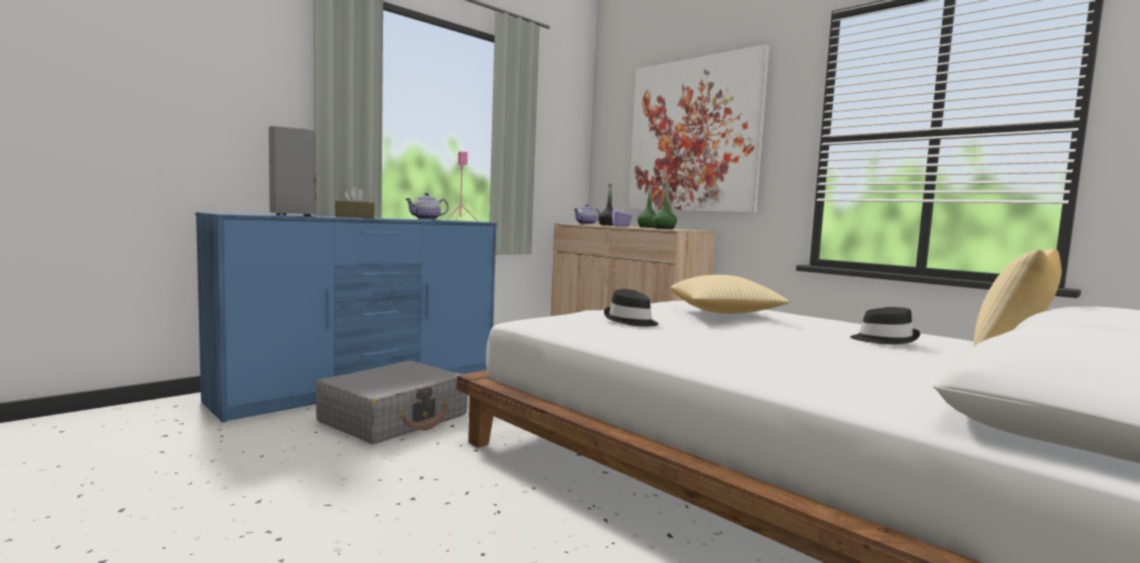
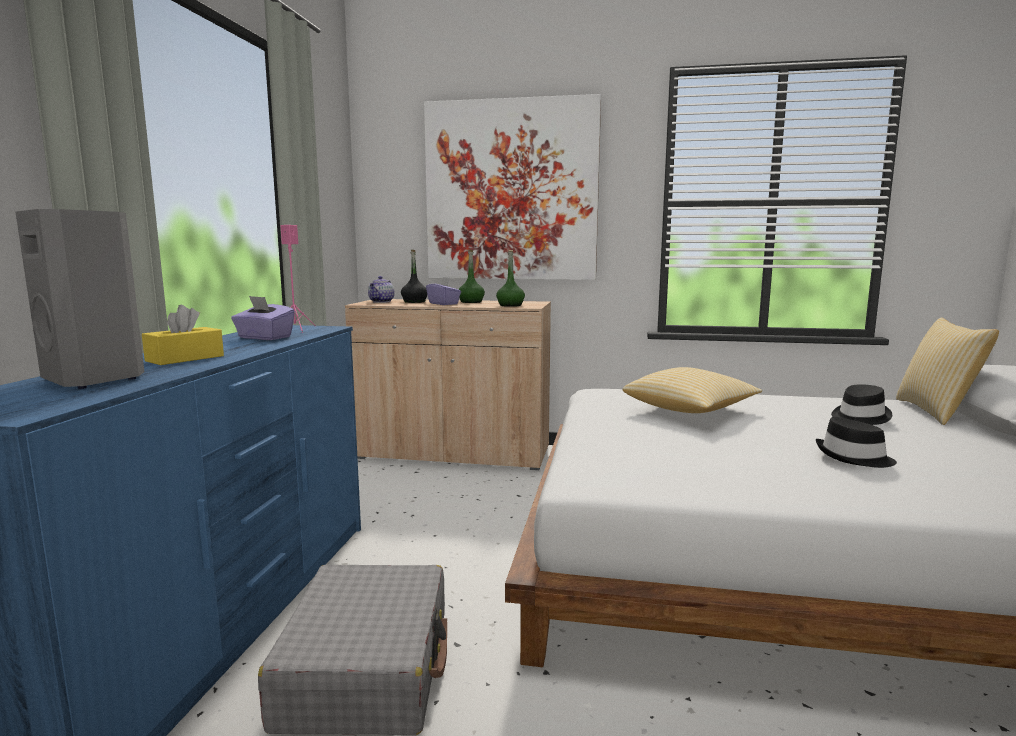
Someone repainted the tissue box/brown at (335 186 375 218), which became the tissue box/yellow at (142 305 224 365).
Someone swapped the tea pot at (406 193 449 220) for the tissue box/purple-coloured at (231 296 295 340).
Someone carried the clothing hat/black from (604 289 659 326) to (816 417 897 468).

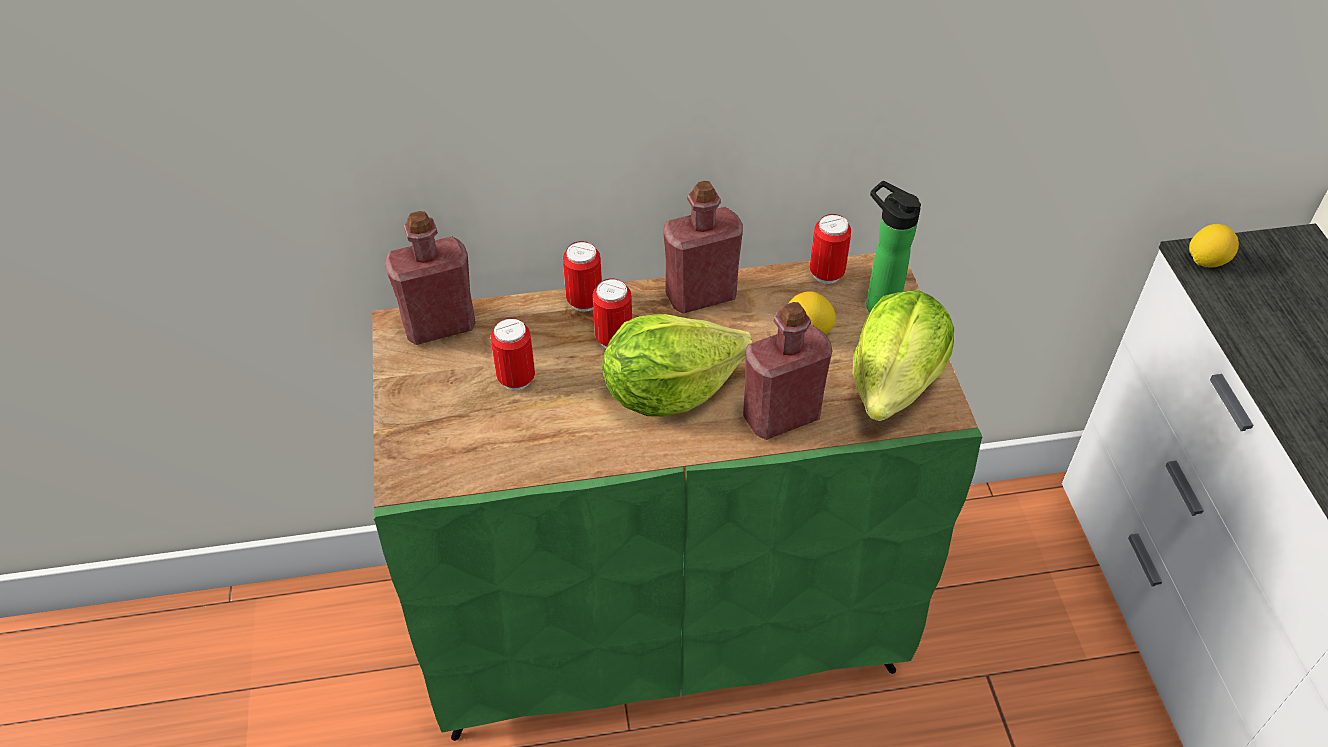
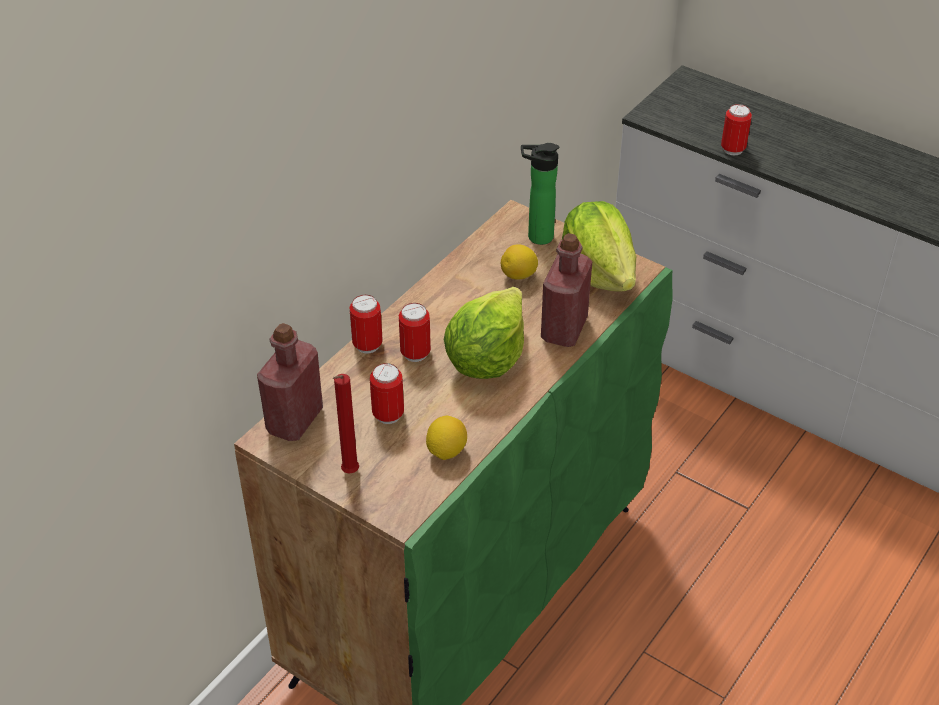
Someone put down the wax light/red-coloured at (333 374 359 474).
Someone carried the whole lemon from (1189 224 1239 267) to (426 416 467 460).
Someone carried the sealed can from (810 214 851 284) to (721 104 752 155).
Someone took away the bottle/red-coloured at (663 181 743 314).

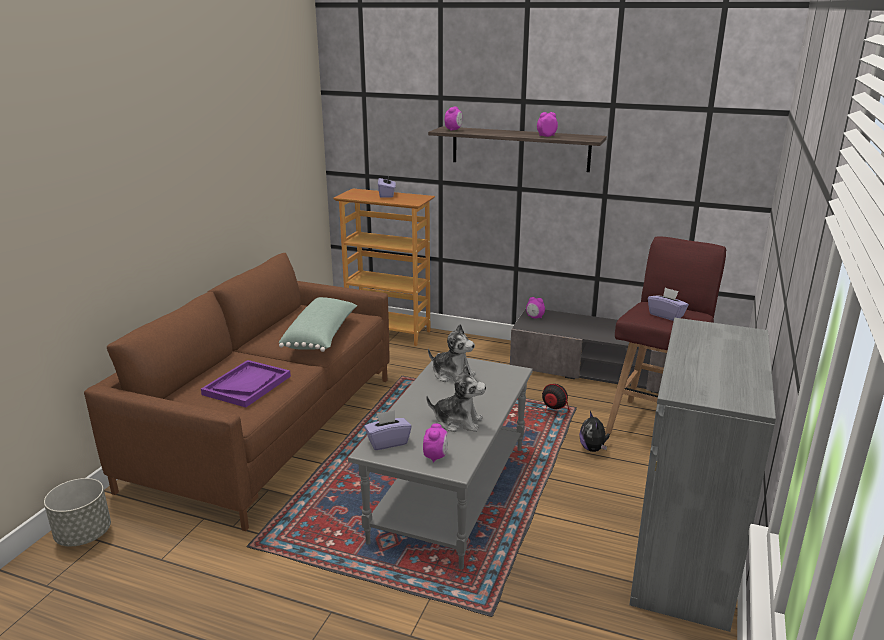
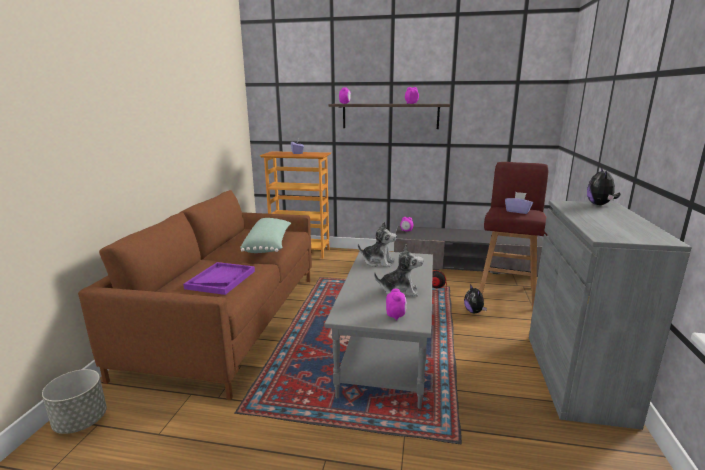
Someone put down the soft toy at (587 167 621 205).
Someone took away the tissue box/purple-coloured at (364 410 412 450).

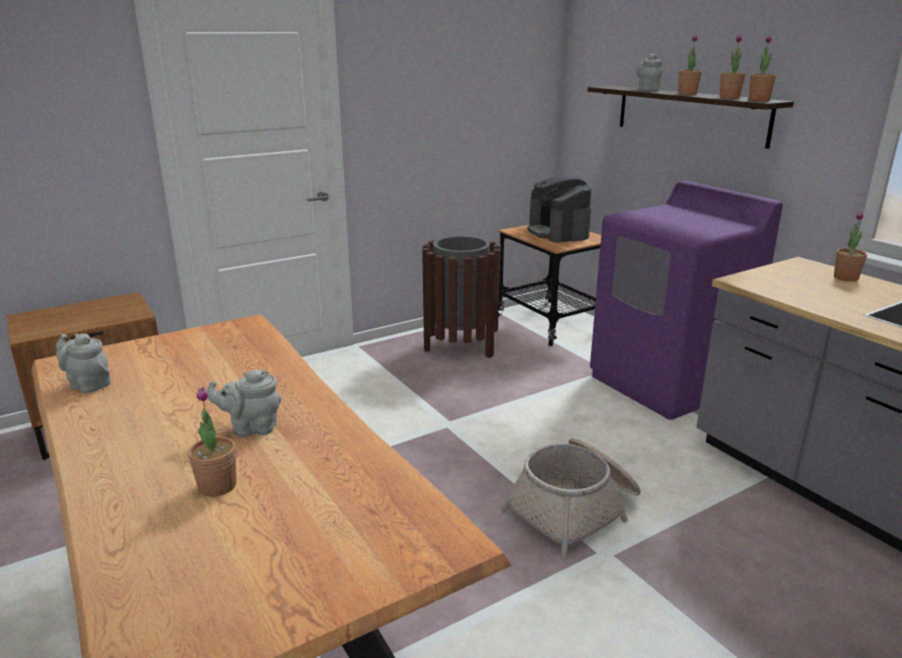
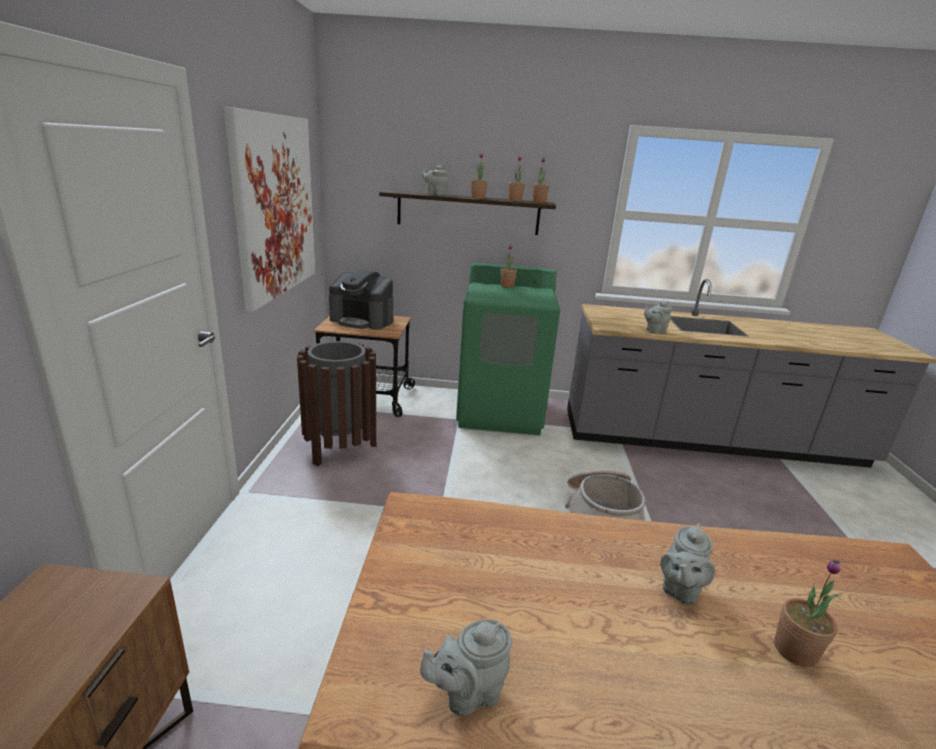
Someone put up the wall picture at (223 107 316 312).
Someone repainted the laundry appliance/purple-coloured at (590 181 783 420), which became the laundry appliance/green at (456 263 560 435).
Someone carried the potted plant from (834 211 867 282) to (501 244 517 287).
Someone put down the tea pot/grey at (644 301 672 334).

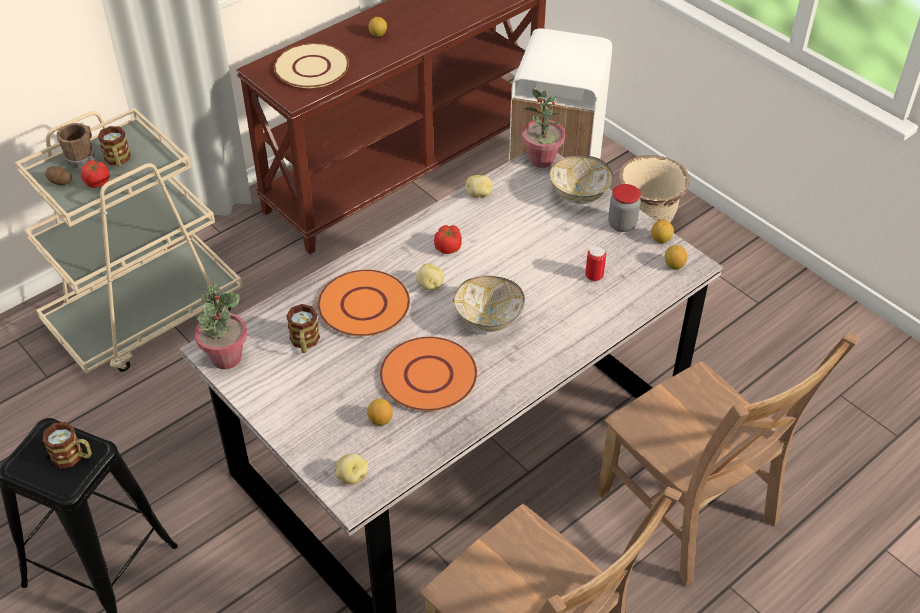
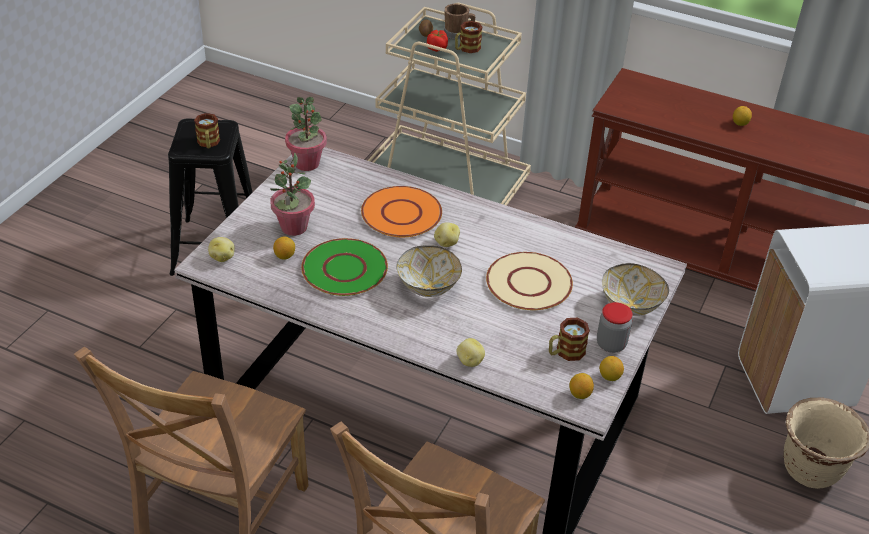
Someone carried the potted plant from (522 89 565 168) to (270 153 315 236).
Someone repainted the dinner plate/orangey at (380 337 477 411), which became the dinner plate/green at (301 238 388 296).
Someone carried the spud from (466 175 493 197) to (457 338 485 367).
Someone carried the dinner plate/sand-coloured from (274 43 349 88) to (486 252 573 310).
Someone carried the coffee mug from (286 304 320 353) to (549 318 590 361).
Someone took away the fresh tomato at (434 225 462 254).
Someone took away the sealed can at (585 245 606 283).

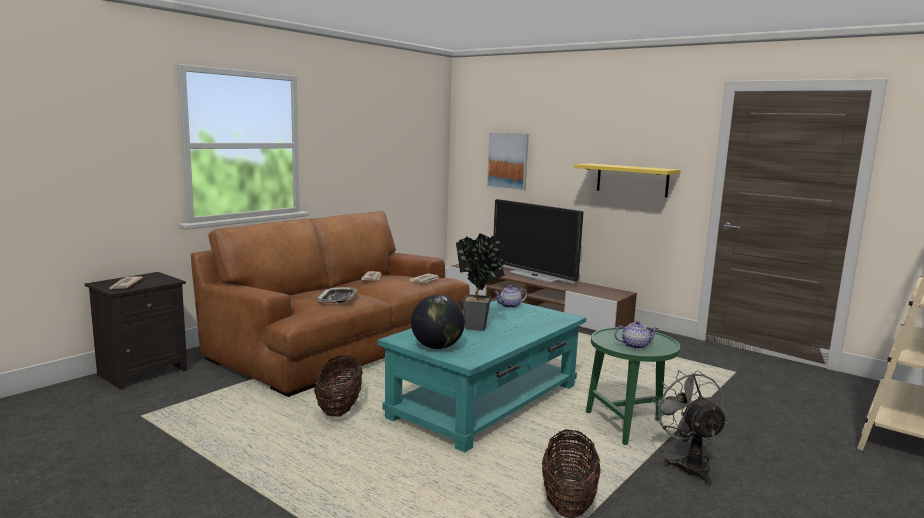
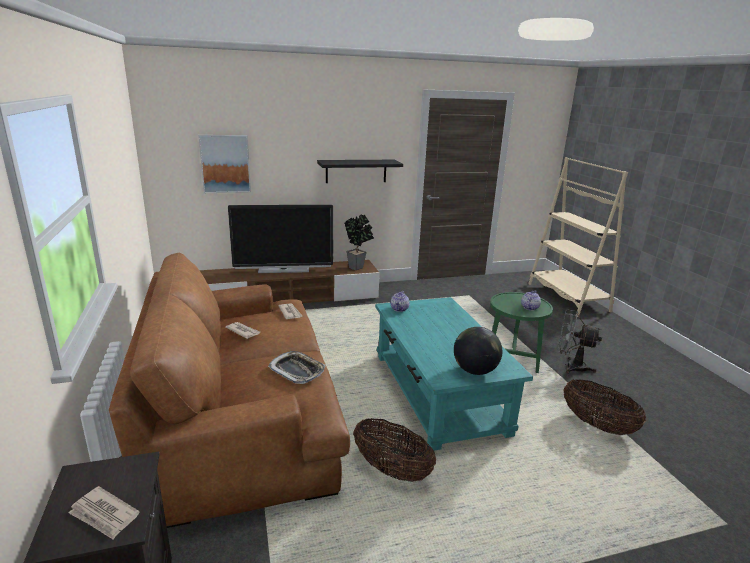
Someone repainted the shelf/yellow at (574 163 681 197), which became the shelf/black at (317 160 403 183).
Someone carried the potted plant from (456 233 505 331) to (344 214 374 270).

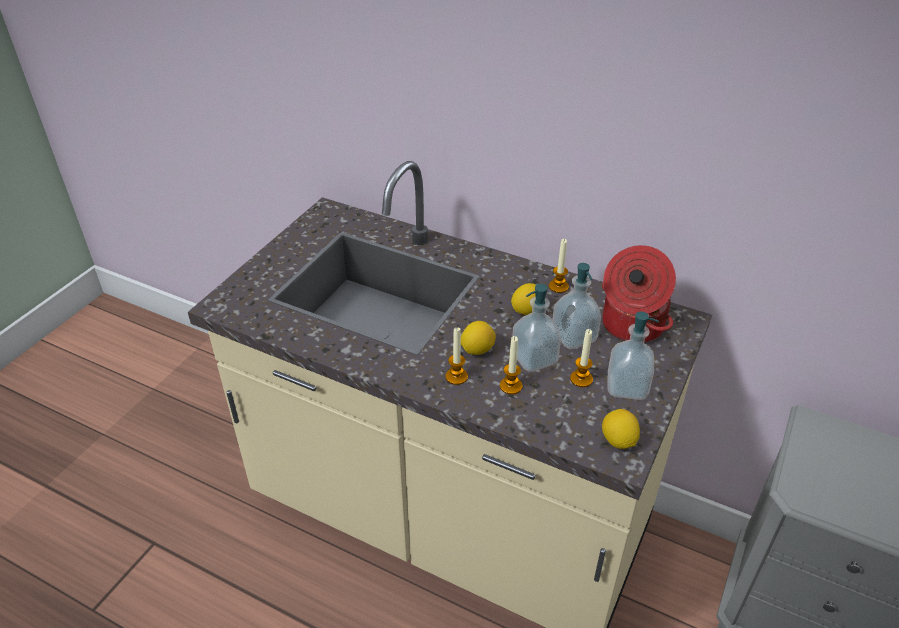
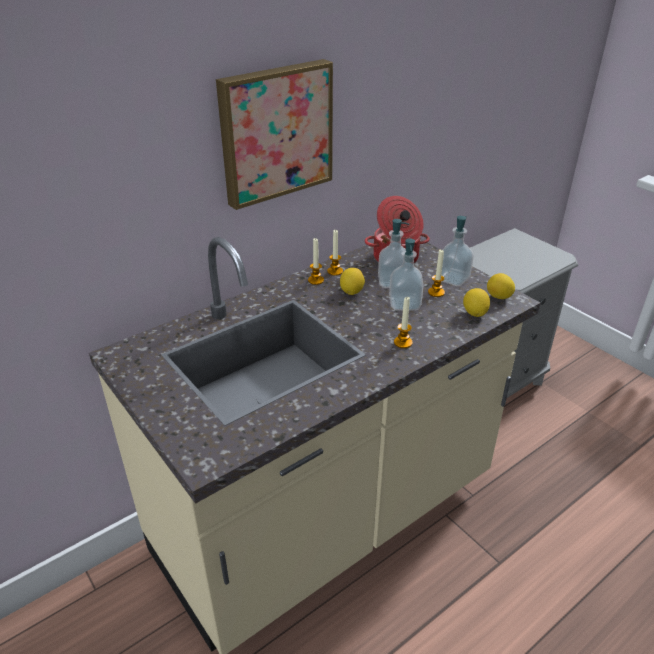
Someone put up the wall picture at (216 59 333 210).
Someone carried the wax light from (500 336 522 394) to (308 238 324 285).
Someone carried the whole lemon from (461 321 496 355) to (463 288 490 317).

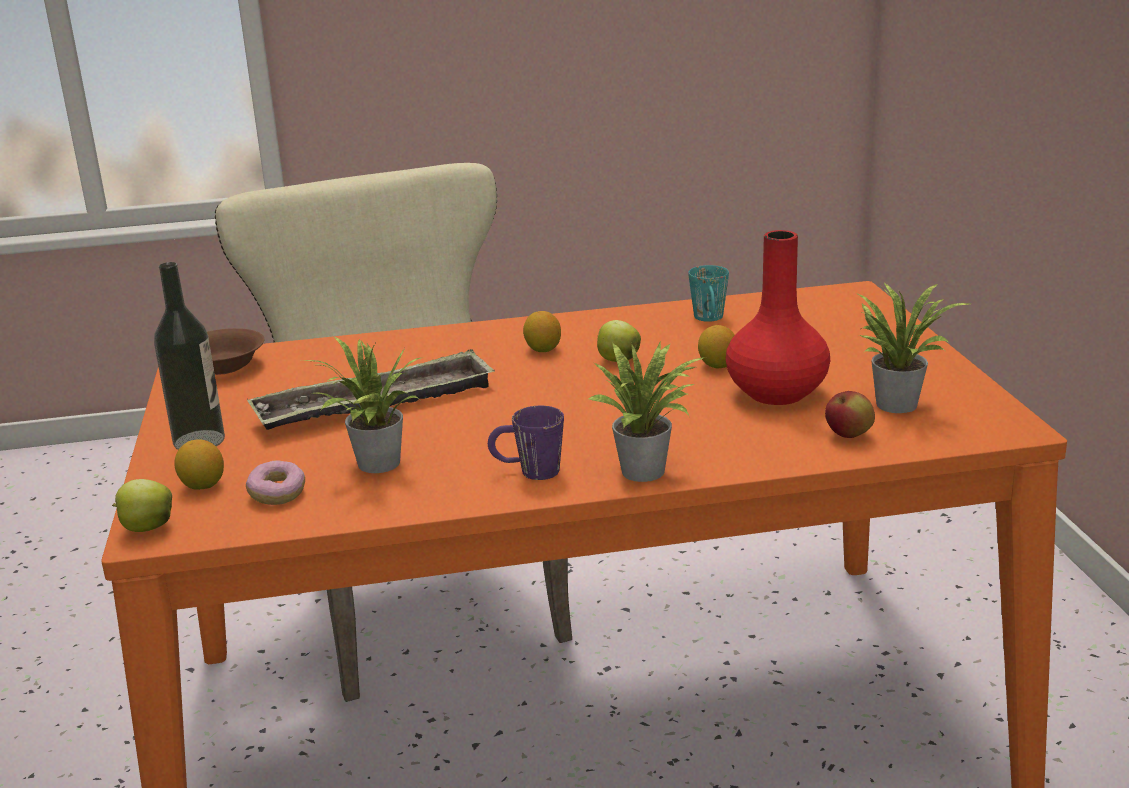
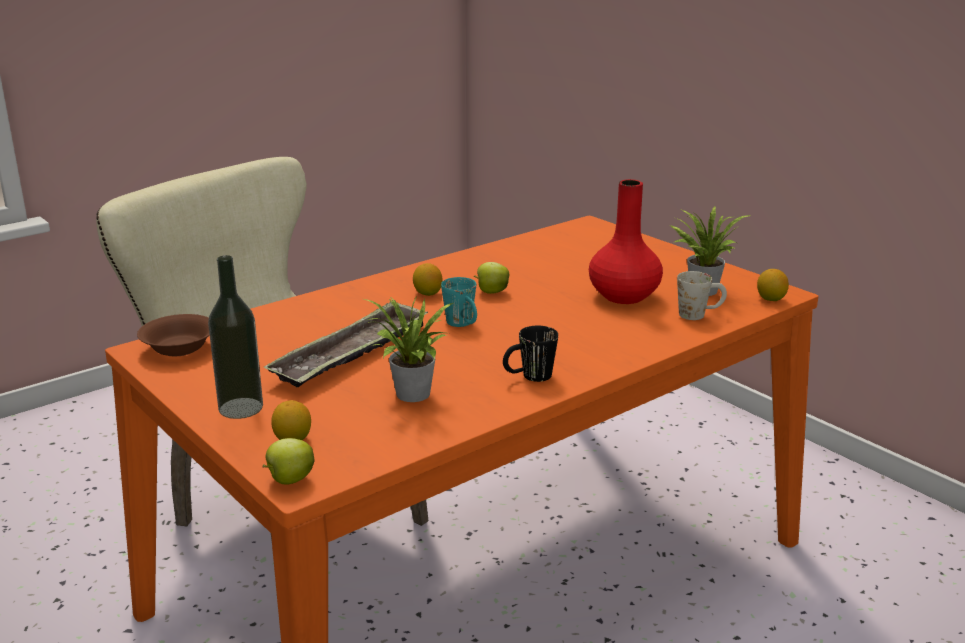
Someone carried the coffee mug/turquoise-coloured from (688 265 729 322) to (441 277 477 327).
Someone repainted the coffee mug/purple-coloured at (488 406 564 480), which became the coffee mug/black at (503 326 558 382).
Someone swapped the apple fruit at (825 391 875 438) for the coffee mug/white at (677 271 727 320).
Someone carried the whole lemon from (698 325 735 369) to (757 269 789 301).
Someone took away the doughnut at (246 461 305 505).
Someone took away the potted plant at (586 341 705 482).

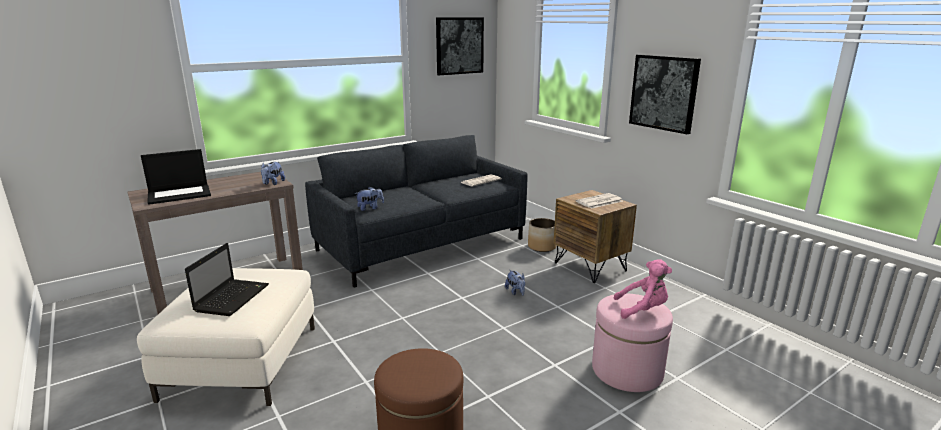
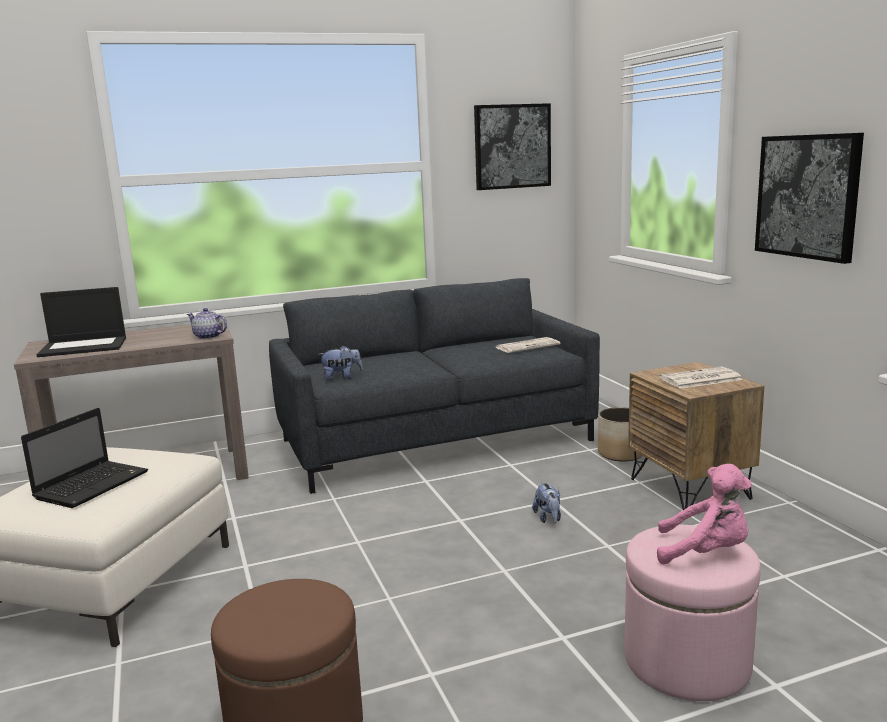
Someone swapped the soft toy at (261 162 285 185) for the tea pot at (187 308 227 339).

